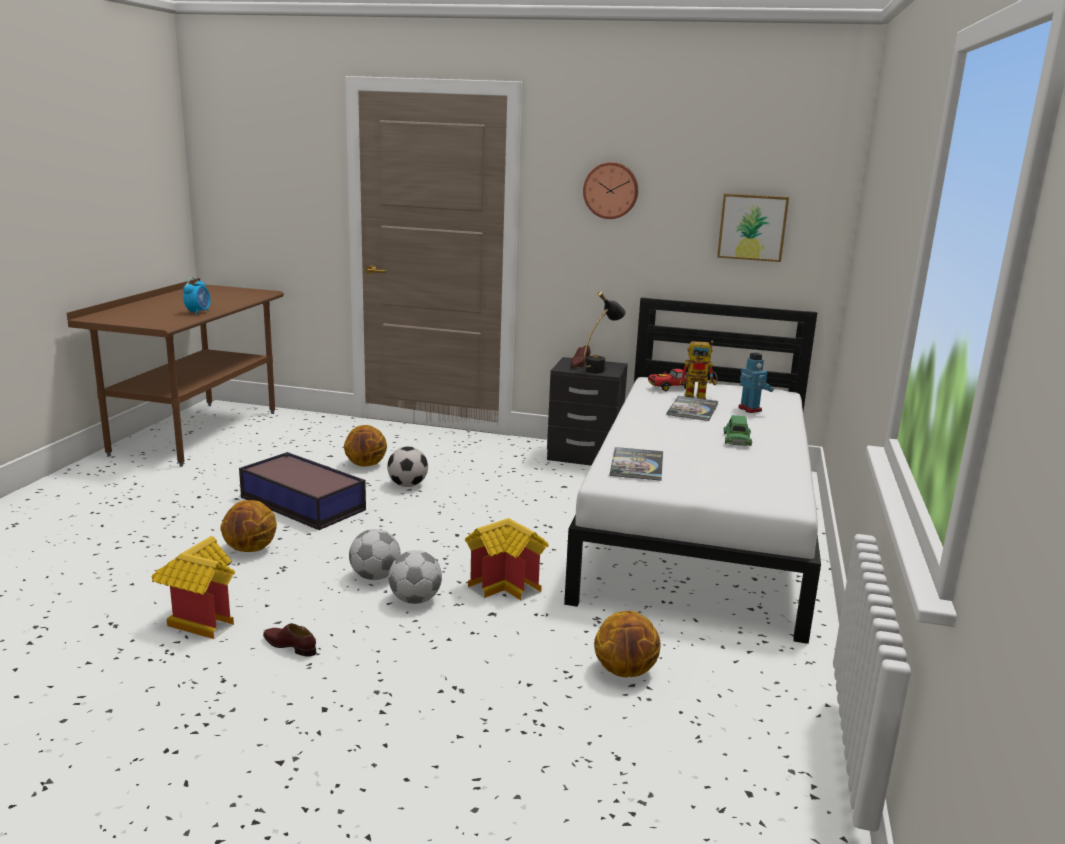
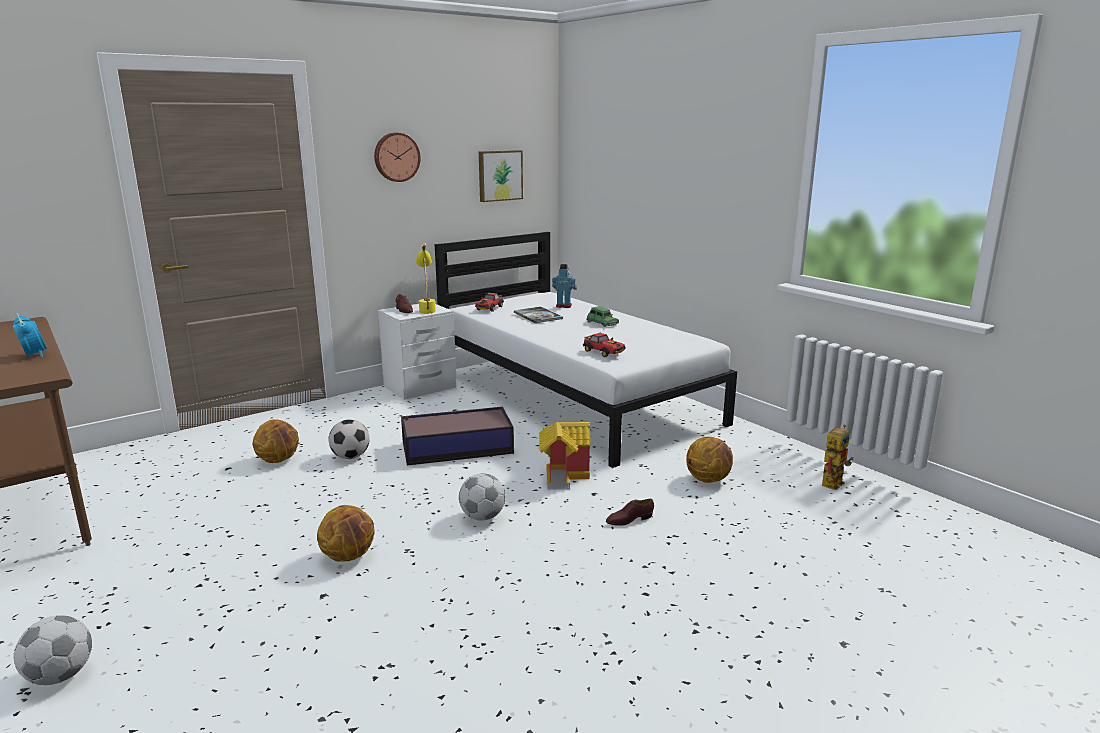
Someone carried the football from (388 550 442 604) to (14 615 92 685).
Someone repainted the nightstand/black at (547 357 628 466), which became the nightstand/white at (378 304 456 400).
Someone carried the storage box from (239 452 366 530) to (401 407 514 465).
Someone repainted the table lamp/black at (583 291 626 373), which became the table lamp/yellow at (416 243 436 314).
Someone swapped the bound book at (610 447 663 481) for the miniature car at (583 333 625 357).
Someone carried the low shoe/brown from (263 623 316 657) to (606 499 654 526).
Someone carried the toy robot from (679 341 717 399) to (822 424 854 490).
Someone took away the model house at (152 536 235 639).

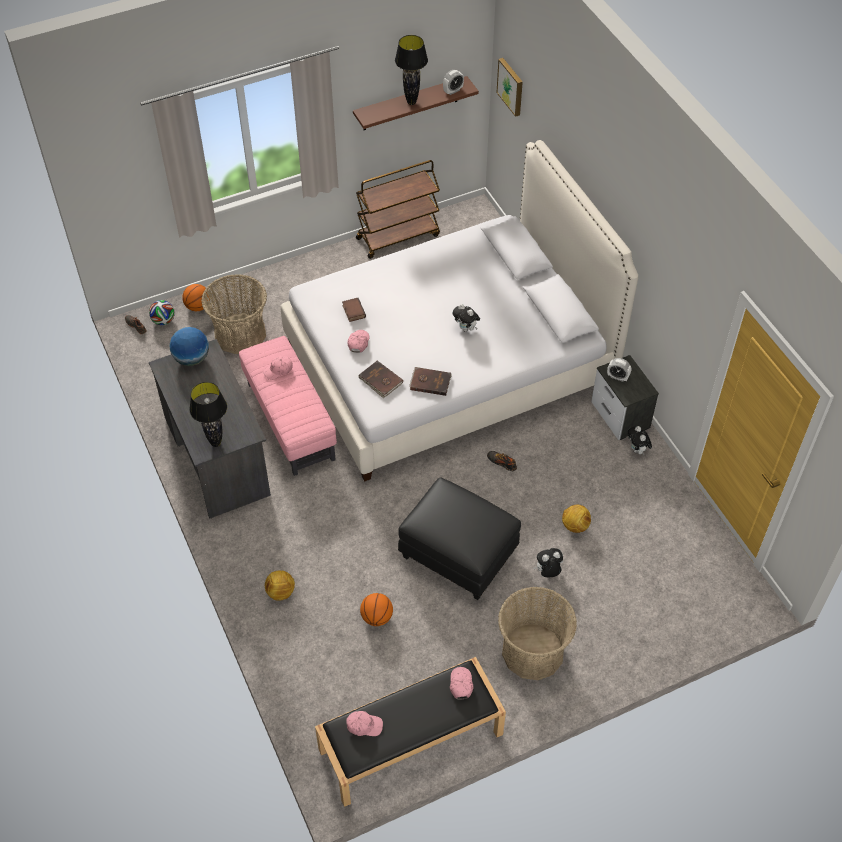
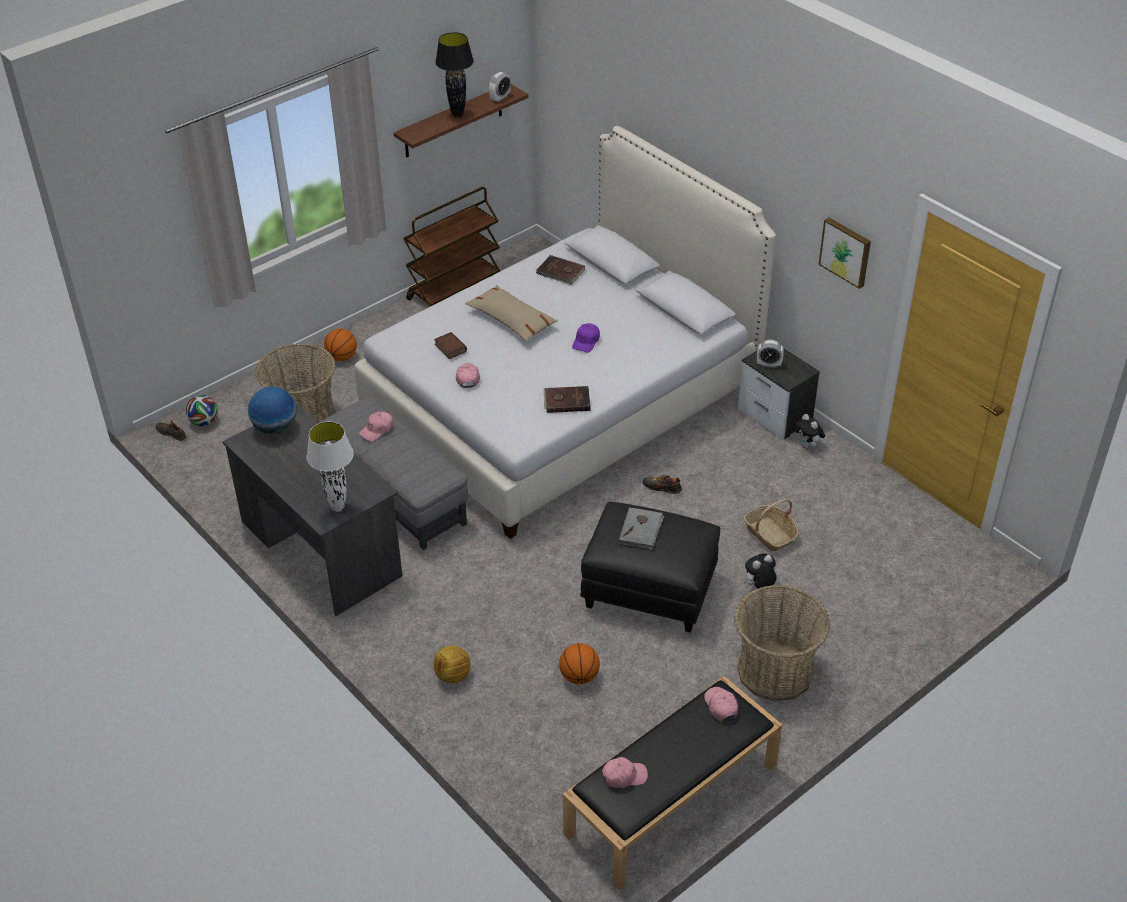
Someone repainted the table lamp/black at (189 382 227 447), which became the table lamp/white at (307 422 354 512).
Someone repainted the footrest/pink at (239 336 337 476), which became the footrest/grey at (321 396 468 550).
Someone carried the basketball from (182 284 210 311) to (324 329 357 361).
Someone put down the cushion/sand-coloured at (465 285 558 342).
Someone carried the bound book/brown from (358 361 403 398) to (536 255 585 285).
Someone swapped the soft toy at (453 304 480 331) for the cap/purple-coloured at (572 323 600 353).
Someone put down the bound book/grey at (619 507 664 550).
Someone swapped the football at (562 505 591 533) for the basket at (743 499 799 551).
Someone carried the wall picture from (497 58 523 117) to (819 218 871 289).

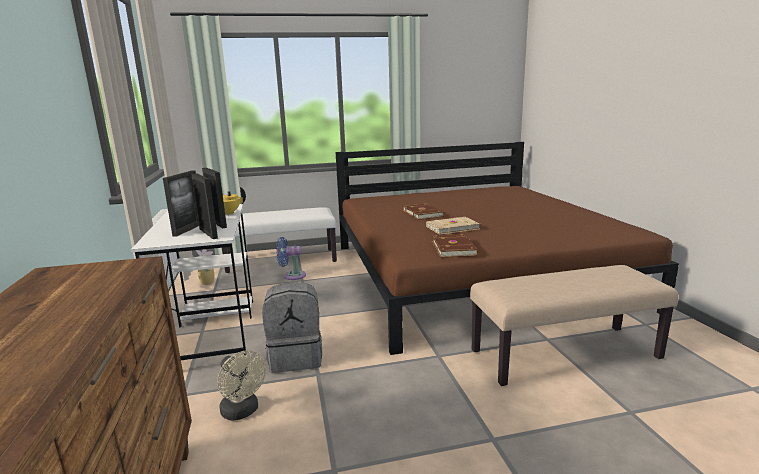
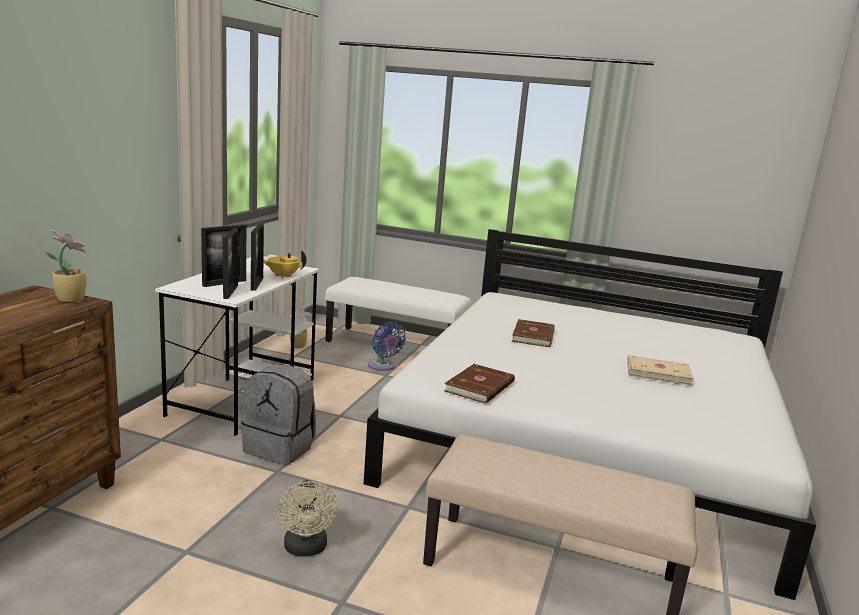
Someone put down the potted plant at (44 230 87 302).
Someone carried the cooling fan/sand-coloured from (217 350 266 420) to (278 480 338 556).
Someone repainted the bedroom bed/brown at (336 142 679 355), which became the bedroom bed/white at (364 229 816 600).
Someone rotated the cooling fan/bluish at (276 237 306 280) by 150 degrees counterclockwise.
Someone carried the bound book/sand-coloured from (426 217 480 235) to (627 355 694 386).

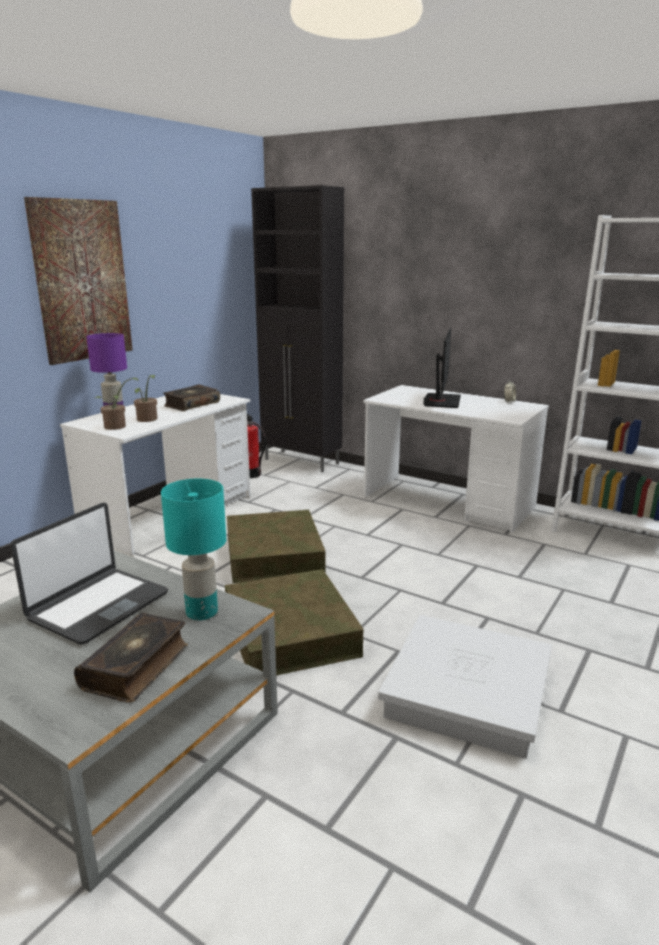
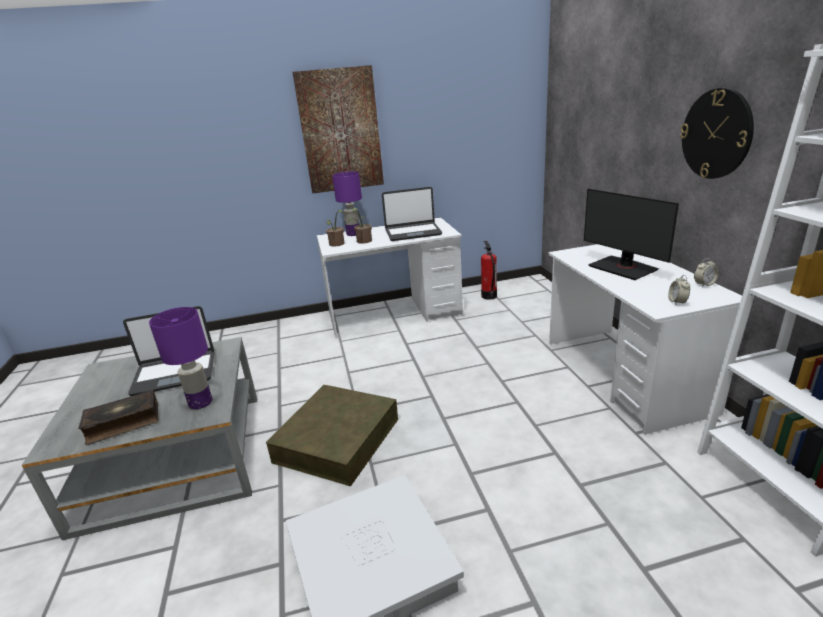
Someone repainted the table lamp/turquoise-coloured at (161 479 226 620), which became the table lamp/purple-coloured at (149 307 212 409).
Someone swapped the bound book at (163 384 220 411) for the portable computer at (382 187 442 241).
Someone rotated the computer screen at (424 328 461 408) by 90 degrees clockwise.
Someone put down the bedside clock at (669 275 690 305).
Someone put up the hanging clock at (680 88 754 179).
Someone took away the storage box/brown at (227 510 325 583).
Someone took away the cupboard/black at (251 185 344 473).

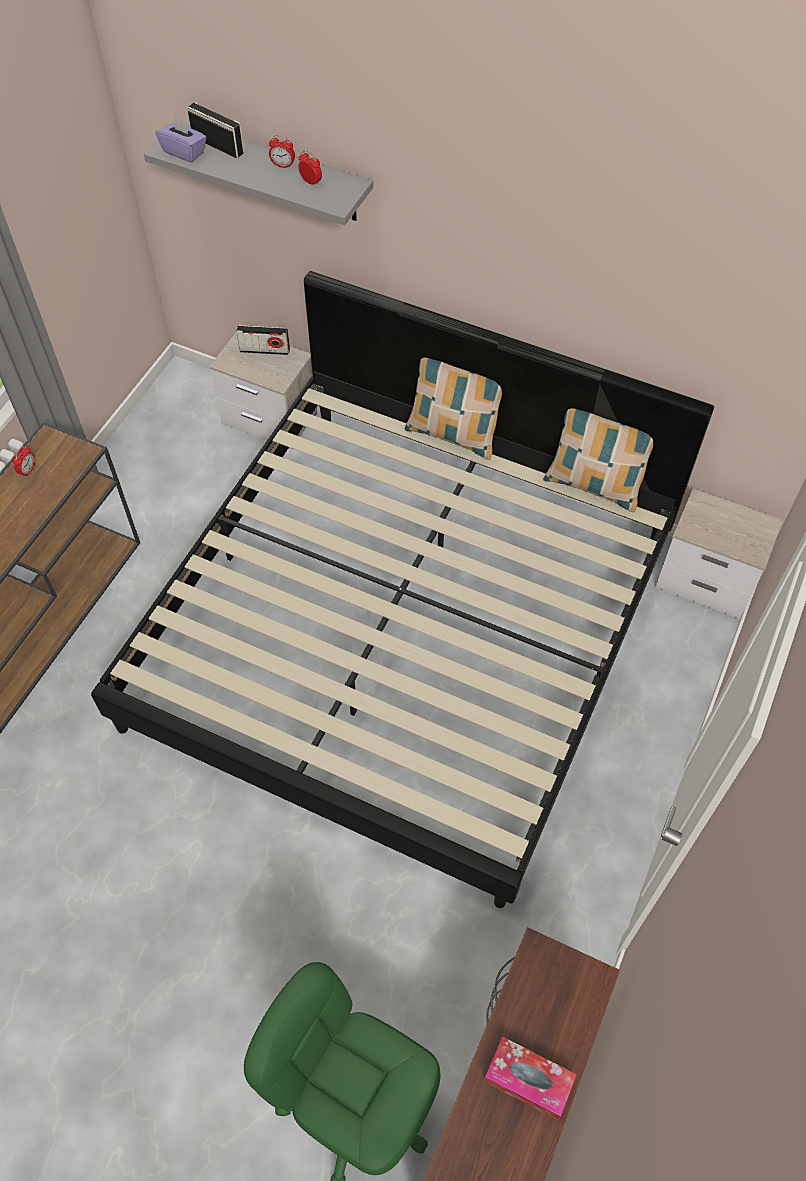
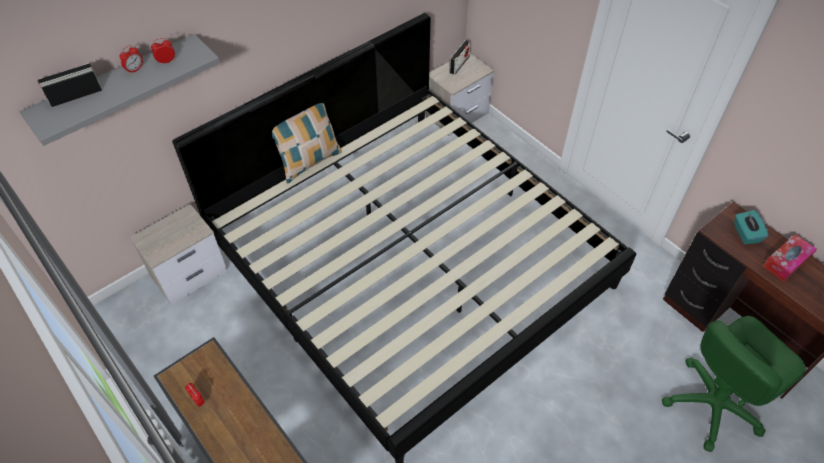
Someone carried the radio from (236 325 290 355) to (449 40 471 75).
Someone put down the tissue box/turquoise-coloured at (734 210 769 244).
Someone took away the tissue box/purple-coloured at (156 117 207 163).
Someone took away the cushion at (543 408 653 512).

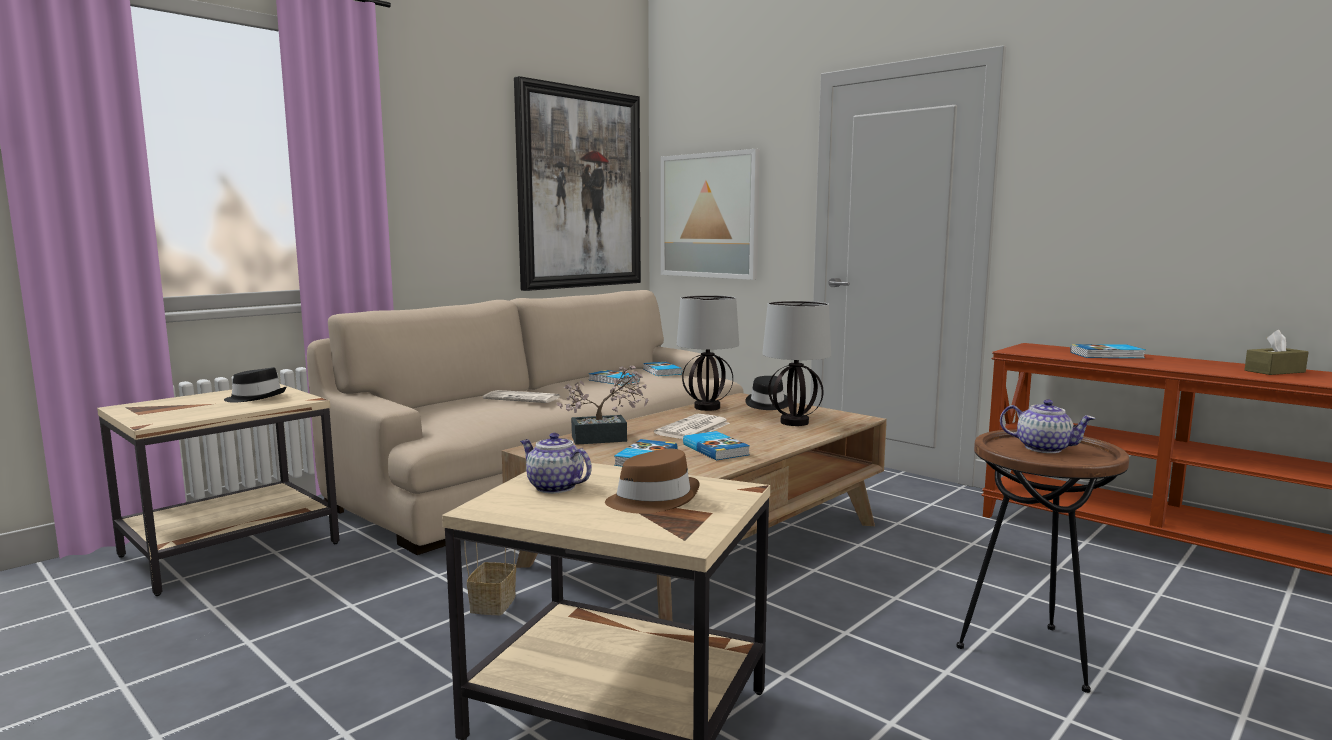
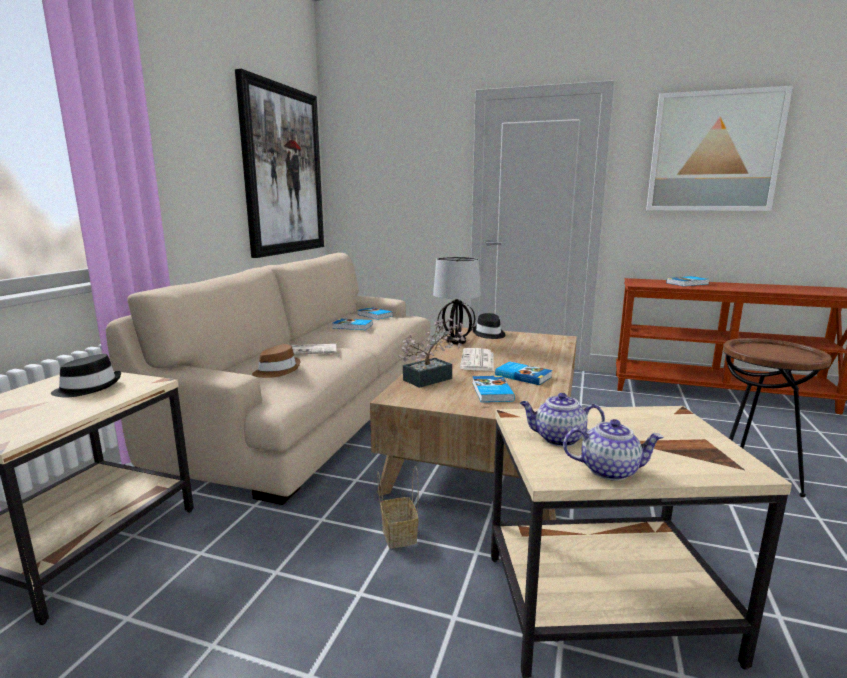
Someone carried the clothing hat/brown from (605 449 700 514) to (252 344 300 378).
Someone carried the tea pot from (1000 399 1095 453) to (563 419 664 481).
Someone carried the wall picture from (661 149 760 280) to (646 86 793 211).
Someone took away the table lamp at (762 301 831 426).
Someone took away the tissue box/brown at (1244 330 1309 375).

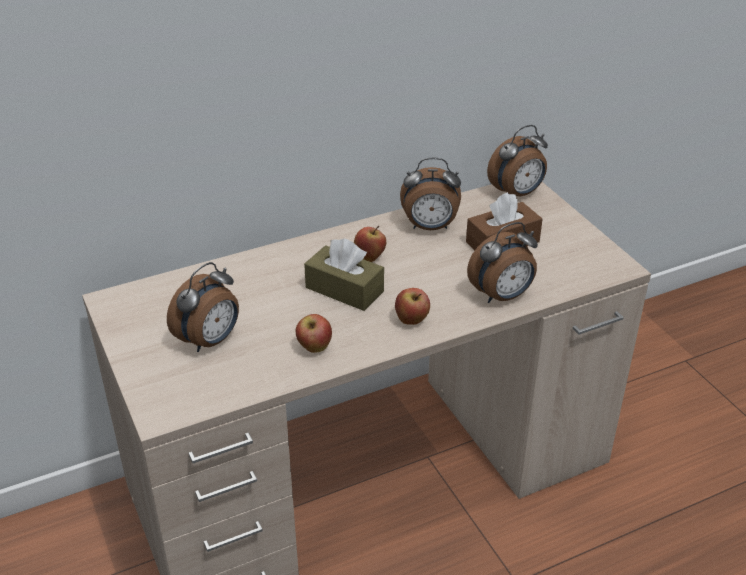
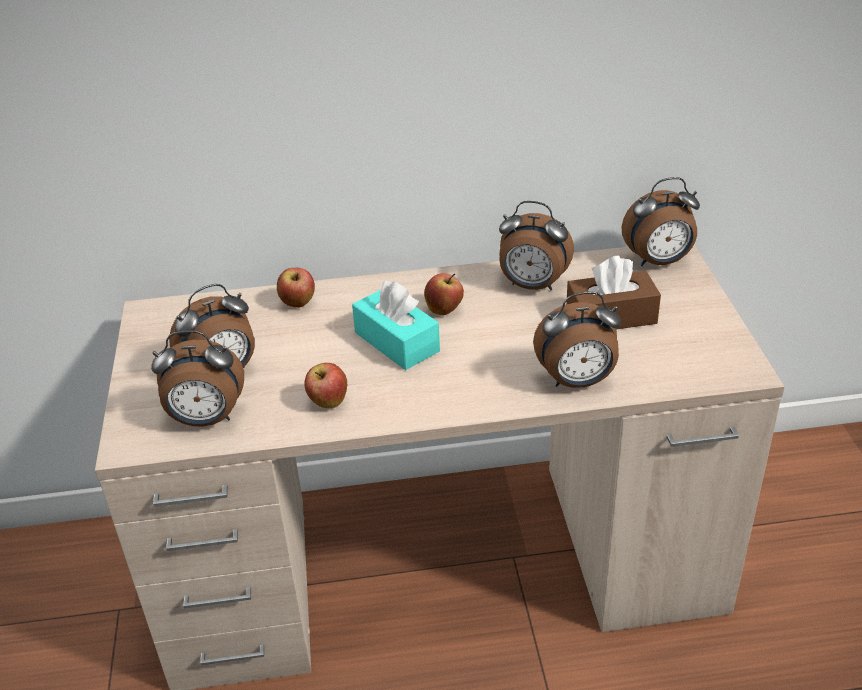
Someone put down the bedside clock at (151 330 244 426).
Someone carried the apple fruit from (395 288 430 325) to (277 268 315 308).
Someone repainted the tissue box/brown at (304 238 384 311), which became the tissue box/turquoise-coloured at (352 281 440 370).

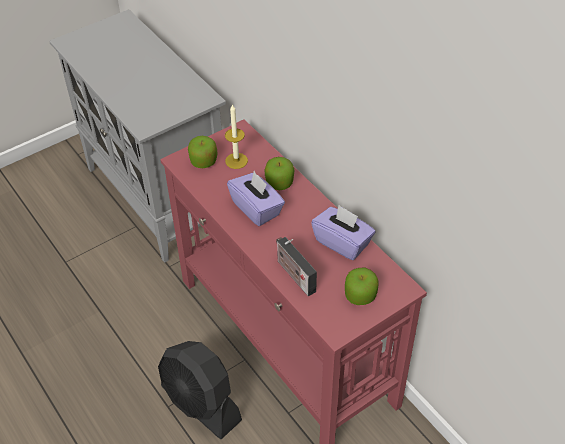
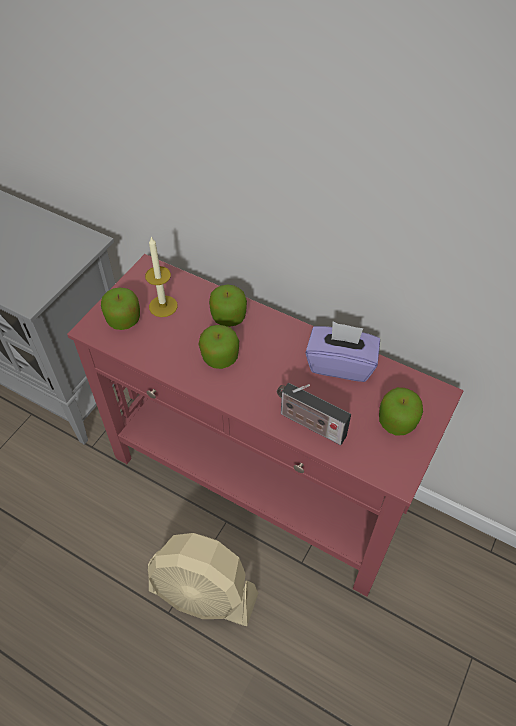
Someone repainted the cooling fan/black at (158 341 242 439), which became the cooling fan/sand-coloured at (148 533 258 626).
Someone swapped the tissue box/purple-coloured at (227 171 285 226) for the apple fruit at (199 325 239 369).

